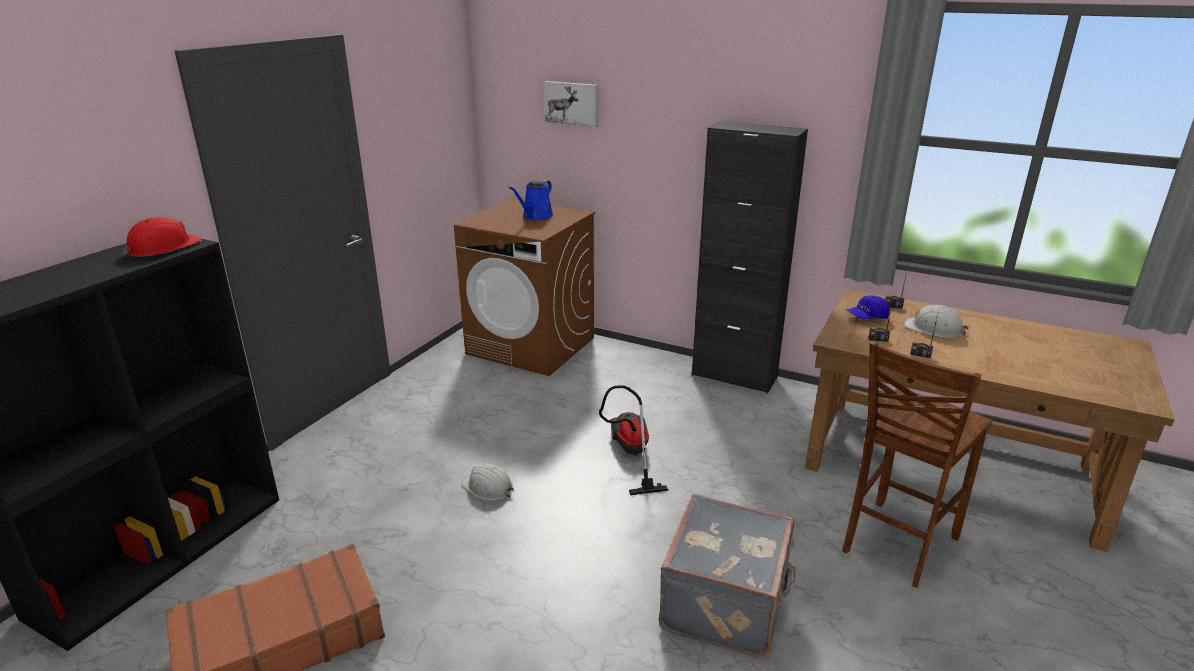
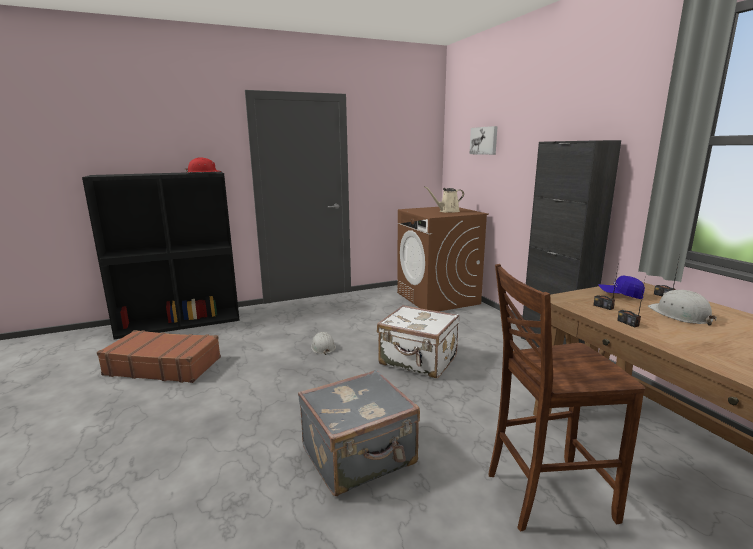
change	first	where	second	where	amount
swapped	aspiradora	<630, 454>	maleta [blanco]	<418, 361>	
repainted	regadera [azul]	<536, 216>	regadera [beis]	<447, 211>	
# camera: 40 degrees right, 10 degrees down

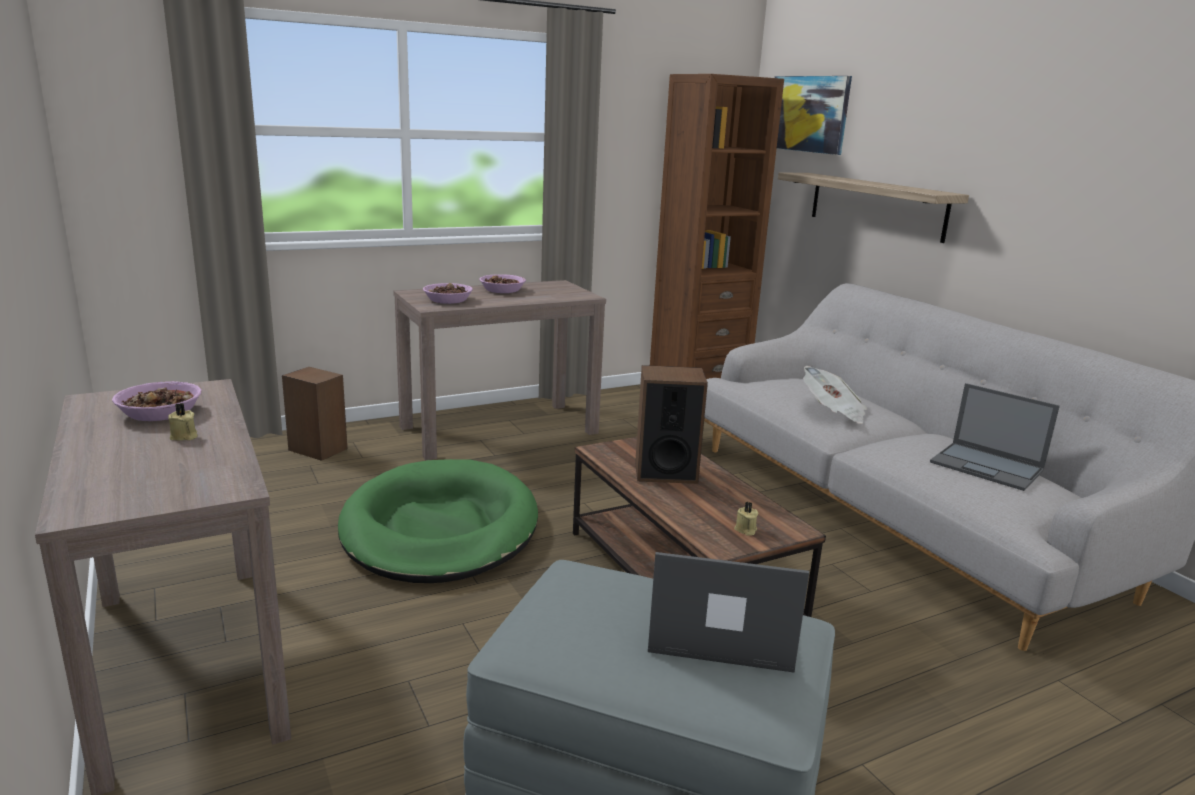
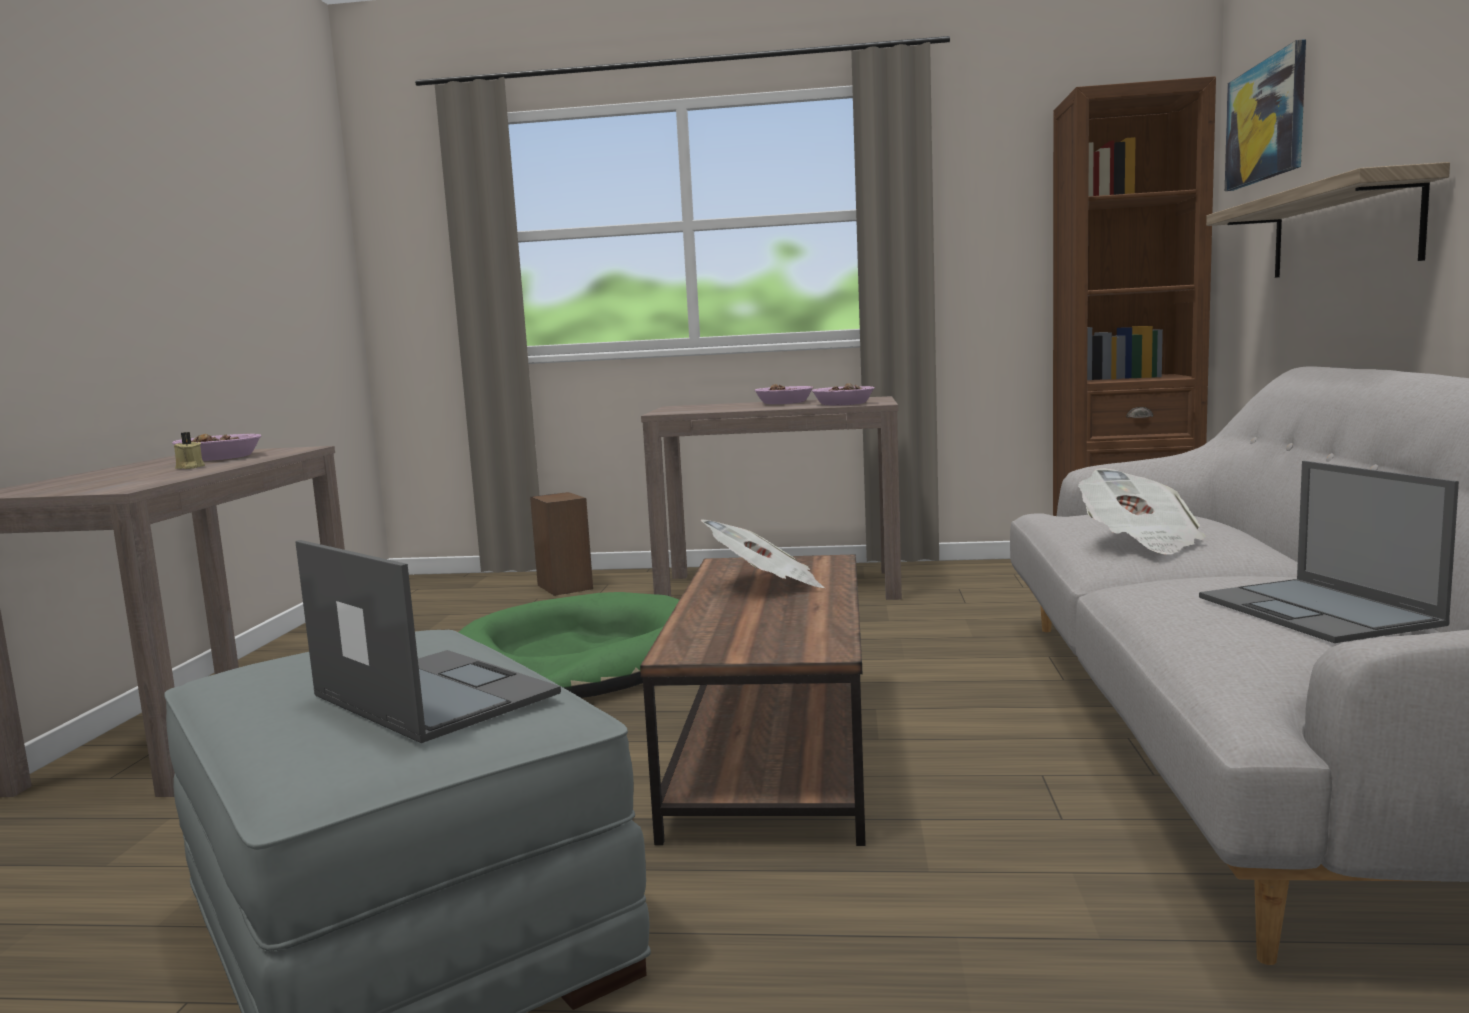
change	first	where	second	where	amount
gone	vela [beis]	<745, 530>			
shifted	cuenco	<447, 300>		<843, 404>	
swapped	altavoz	<665, 472>	periódico	<766, 585>	
# camera: 35 degrees right, 10 degrees down

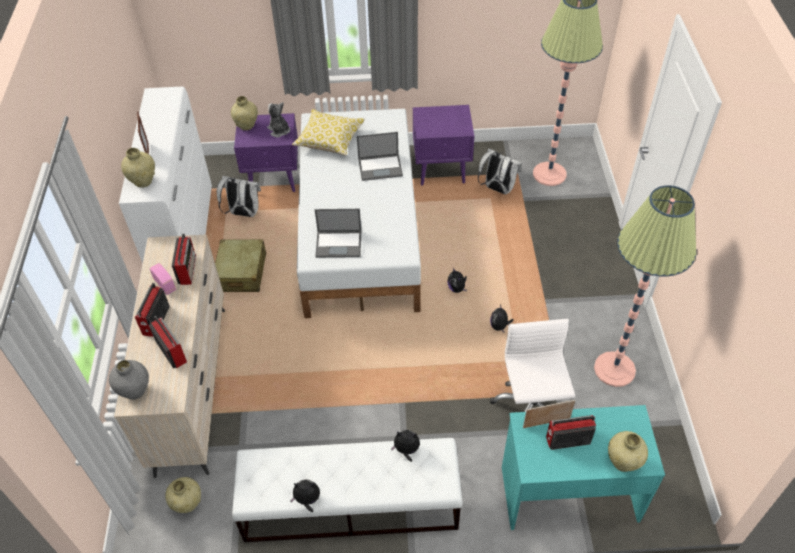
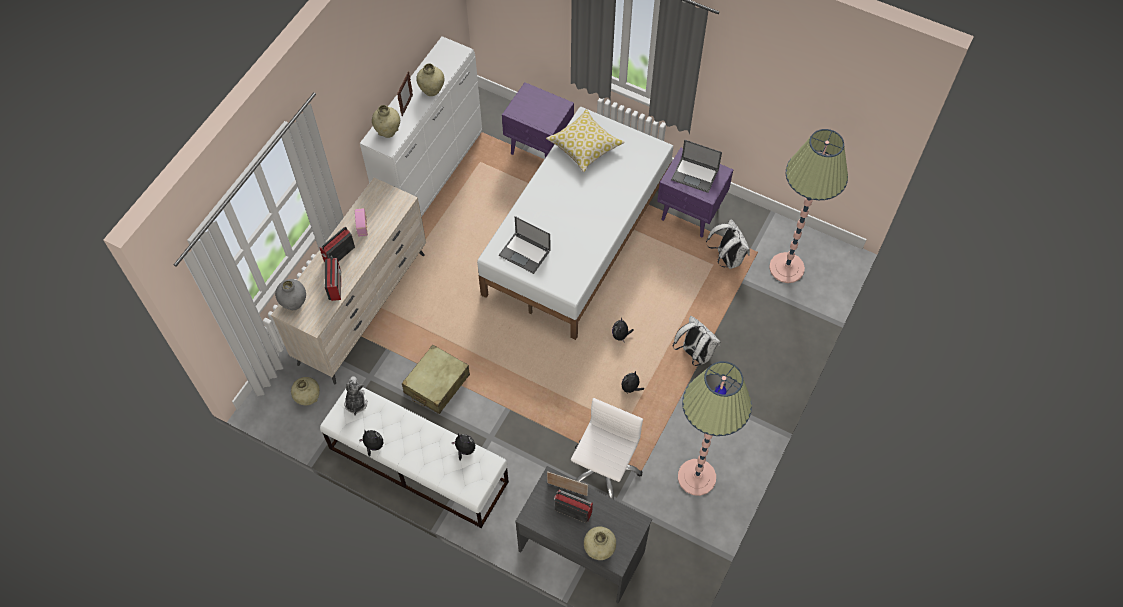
change	first	where	second	where	amount
gone	radio	<187, 269>			
shifted	maleta [beis]	<241, 273>		<436, 384>	
shifted	mochila [blanco]	<243, 213>		<694, 353>	
shifted	florero [beis]	<247, 125>		<432, 90>	
shifted	peluche	<279, 131>		<355, 402>	
shifted	portátil	<381, 167>		<695, 174>	
repainted	escritorio [turquesa]	<568, 492>	escritorio [gris]	<581, 550>	
# camera: 30 degrees right, 10 degrees up

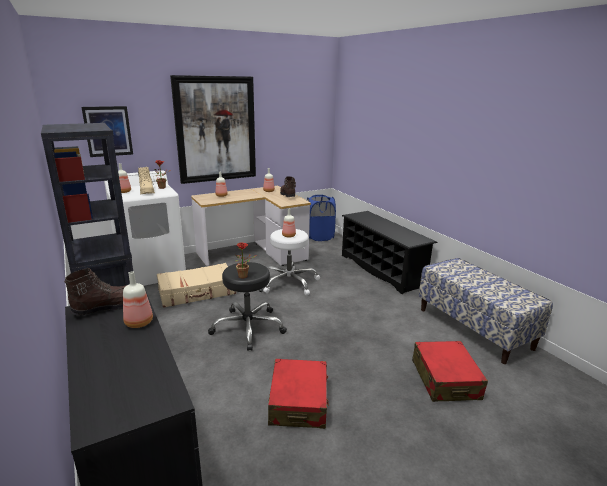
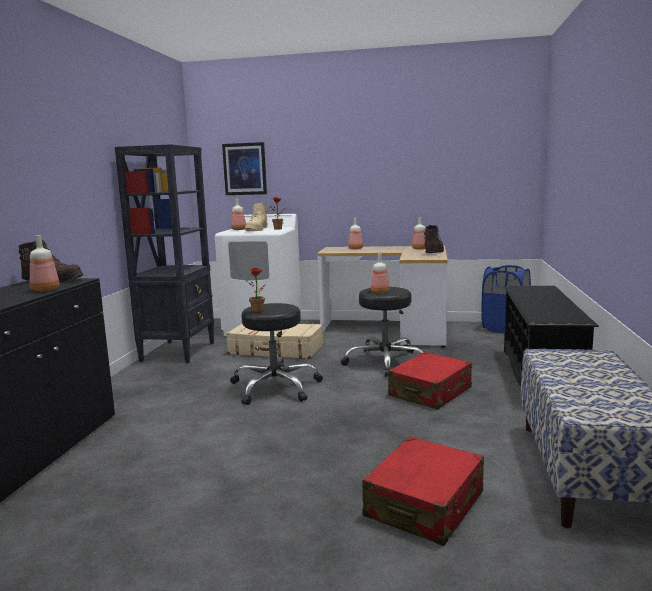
change	first	where	second	where	amount
gone	cuadro	<216, 129>			
shifted	maleta [rojo]	<298, 402>		<430, 392>	
repainted	taburete [blanco]	<289, 282>	taburete [negro]	<386, 362>	
# camera: 40 degrees right, 10 degrees down

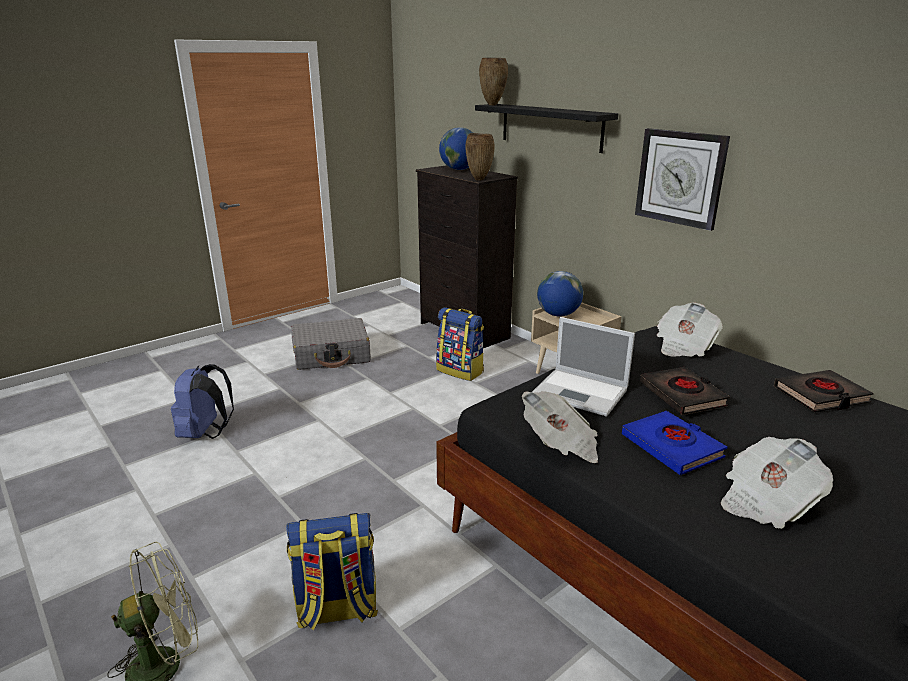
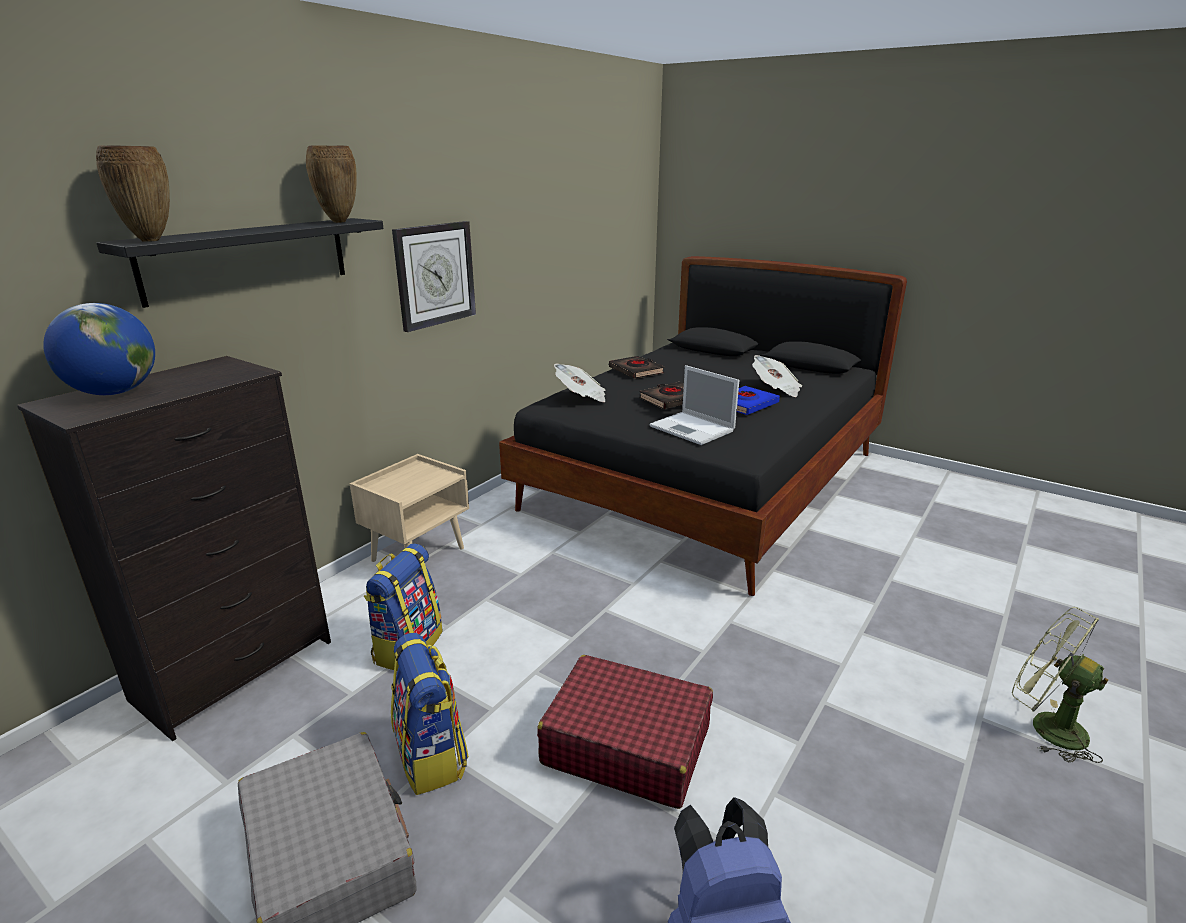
change	first	where	second	where	amount
gone	periódico	<560, 445>			
gone	globo terráqueo	<558, 314>			
new			maleta [rojo]	<626, 744>	
shifted	mochila	<337, 610>		<432, 756>	
shifted	florero [marrón]	<479, 180>		<338, 222>	
rotated	portátil	<581, 392>		<693, 429>	120 degrees clockwise
# camera: 105 degrees left, 0 degrees up

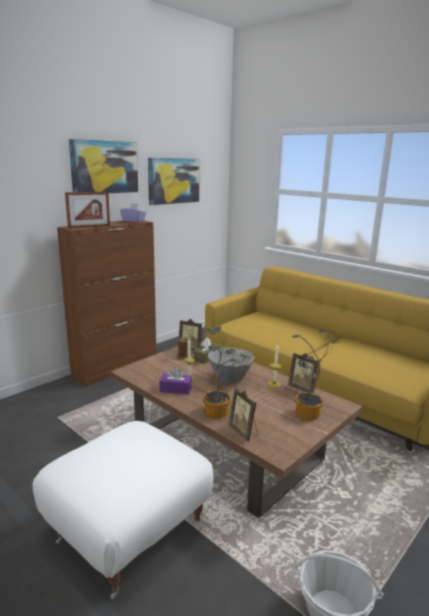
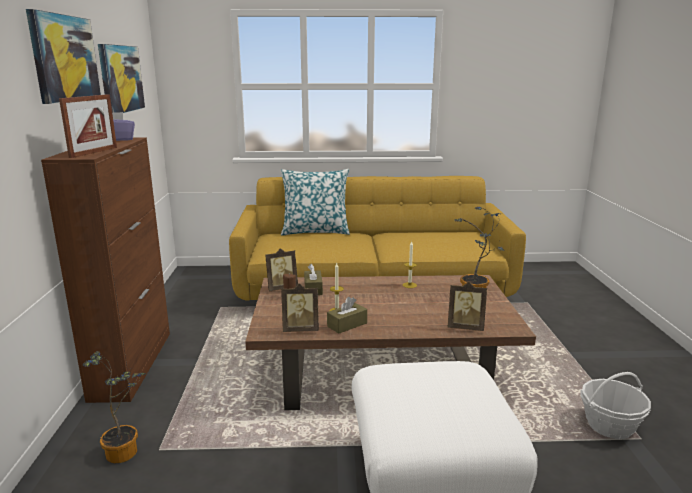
change	first	where	second	where	amount
gone	cuenco [gris]	<230, 379>			
new			cojín	<315, 231>	
shifted	planta en maceta	<220, 412>		<126, 450>	
shifted	portarretratos	<303, 389>		<300, 329>	
repainted	caja de pañuelos [morado]	<175, 389>	caja de pañuelos [marrón]	<347, 325>	
# camera: 45 degrees left, 0 degrees up

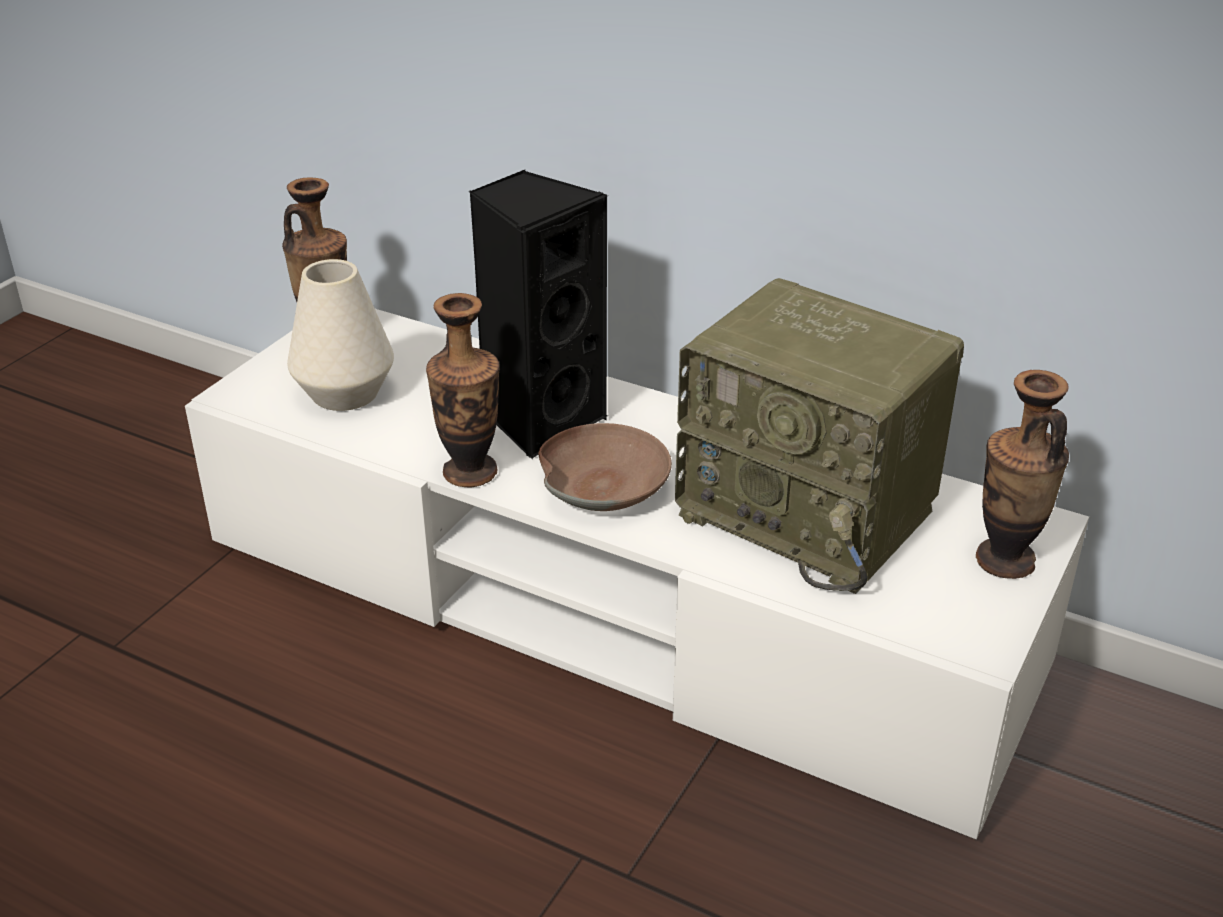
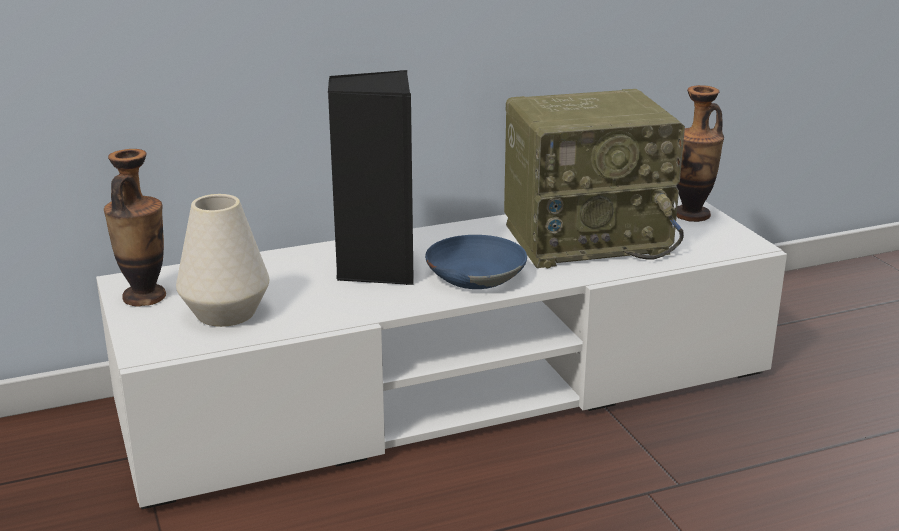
change	first	where	second	where	amount
gone	florero	<470, 472>			
repainted	cuenco [marrón]	<604, 485>	cuenco [azul]	<474, 275>	
# camera: 50 degrees left, 10 degrees down

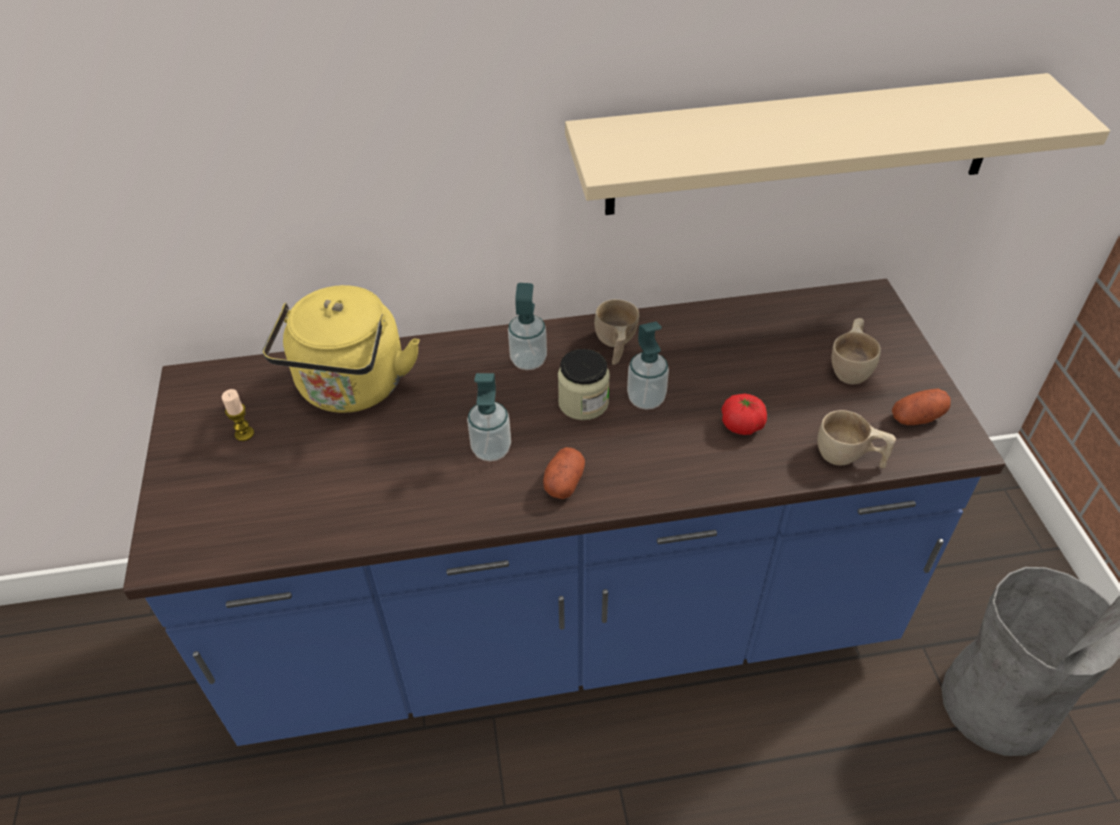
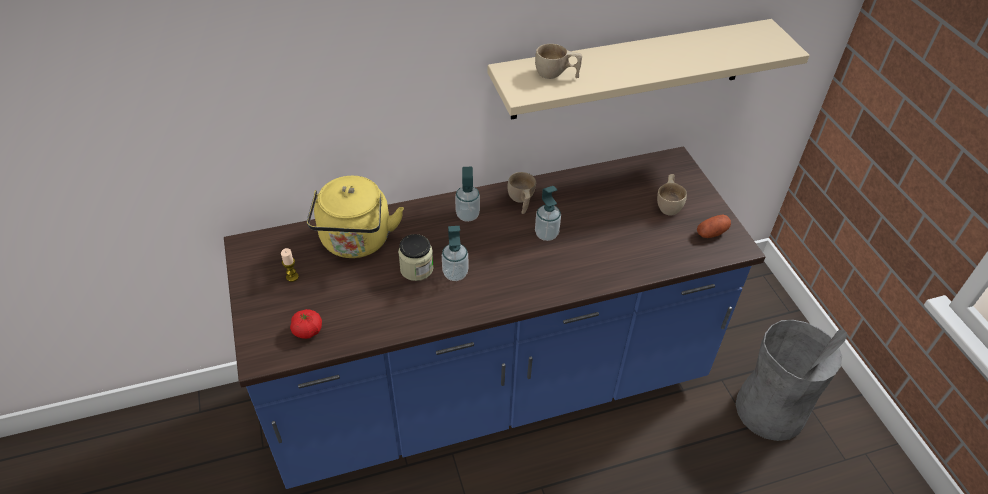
change	first	where	second	where	amount
gone	patata	<563, 482>			
shifted	tarro	<583, 403>		<416, 269>	
shifted	tomate	<741, 425>		<307, 330>	
shifted	taza [beis]	<849, 457>		<556, 75>	
# camera: 10 degrees left, 0 degrees up

